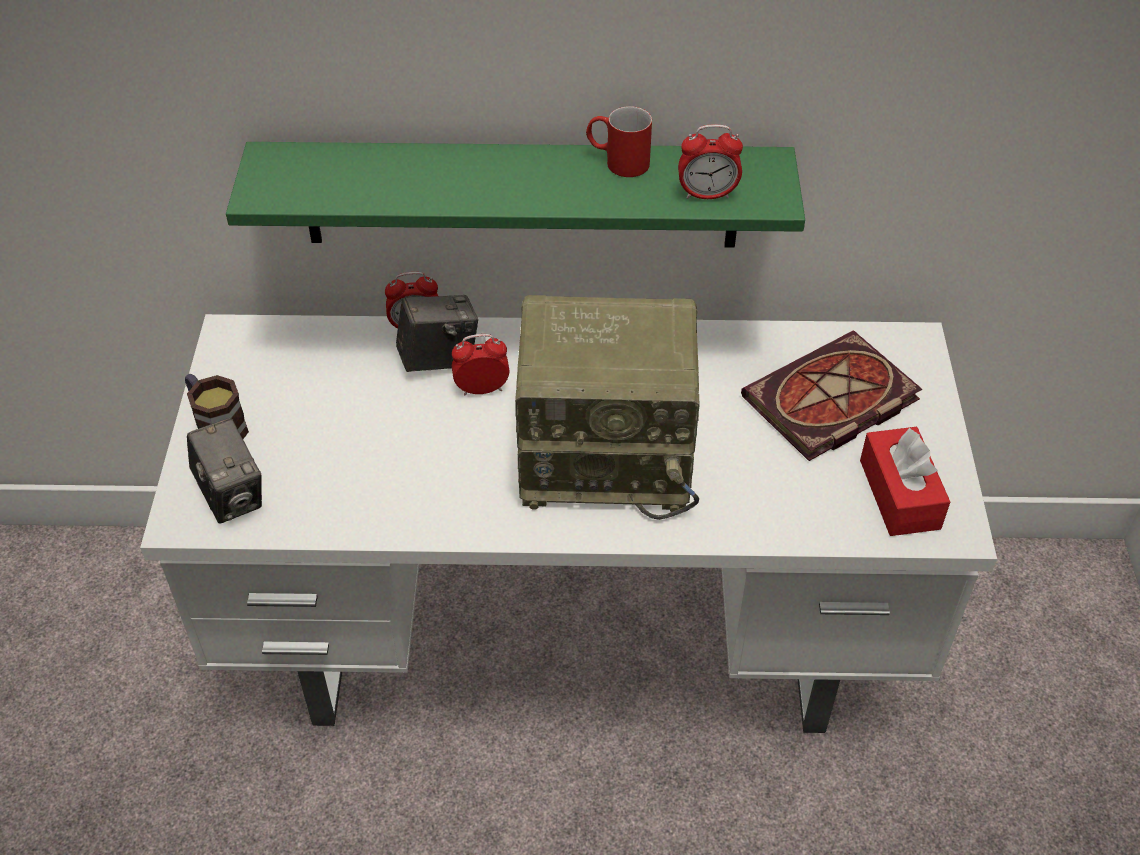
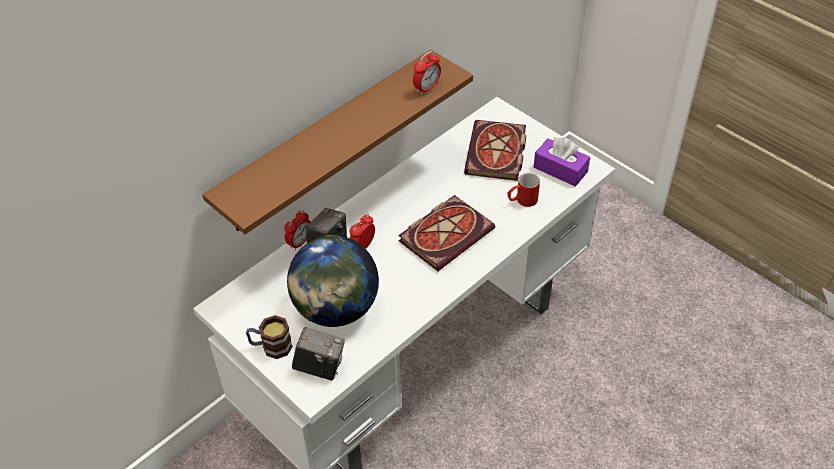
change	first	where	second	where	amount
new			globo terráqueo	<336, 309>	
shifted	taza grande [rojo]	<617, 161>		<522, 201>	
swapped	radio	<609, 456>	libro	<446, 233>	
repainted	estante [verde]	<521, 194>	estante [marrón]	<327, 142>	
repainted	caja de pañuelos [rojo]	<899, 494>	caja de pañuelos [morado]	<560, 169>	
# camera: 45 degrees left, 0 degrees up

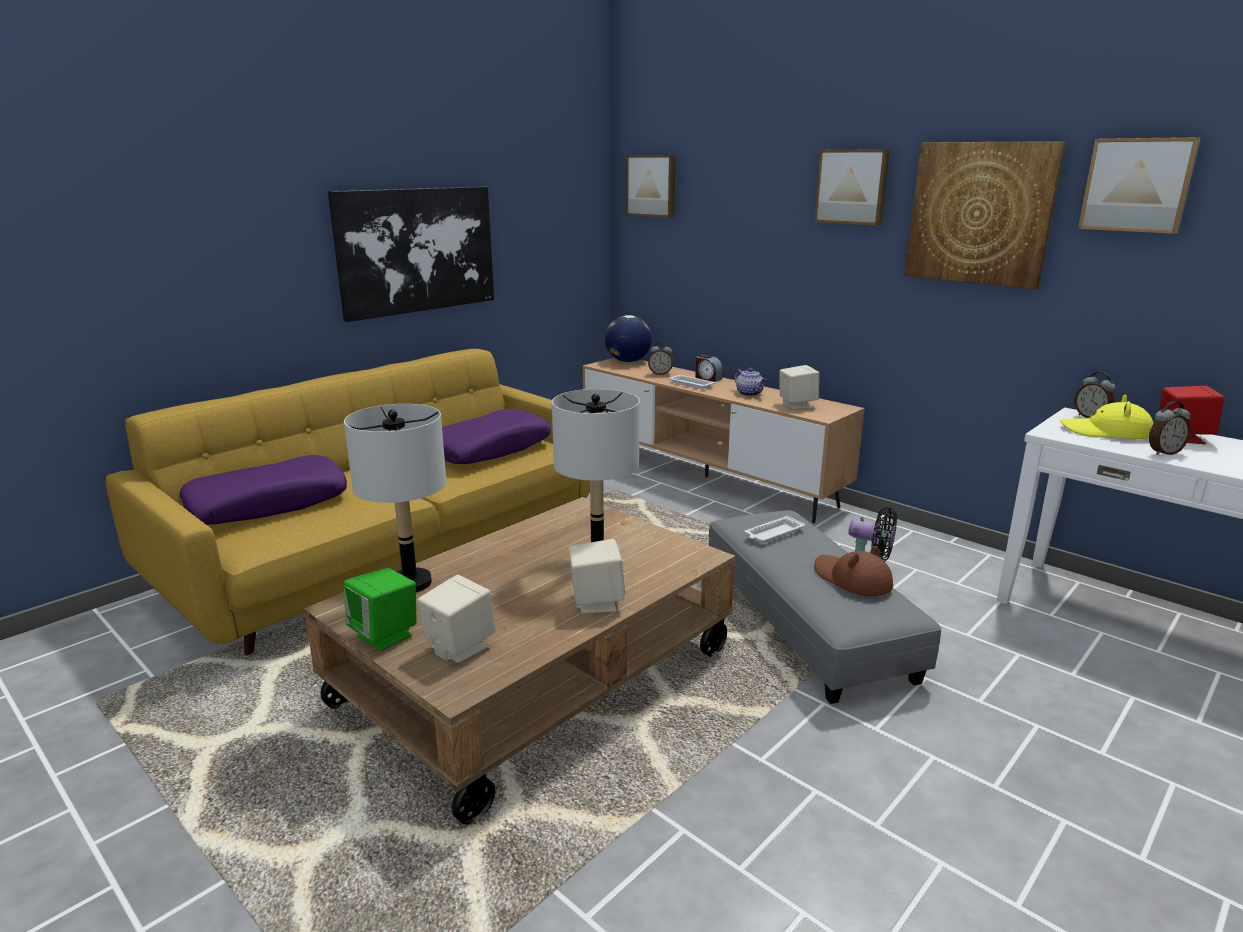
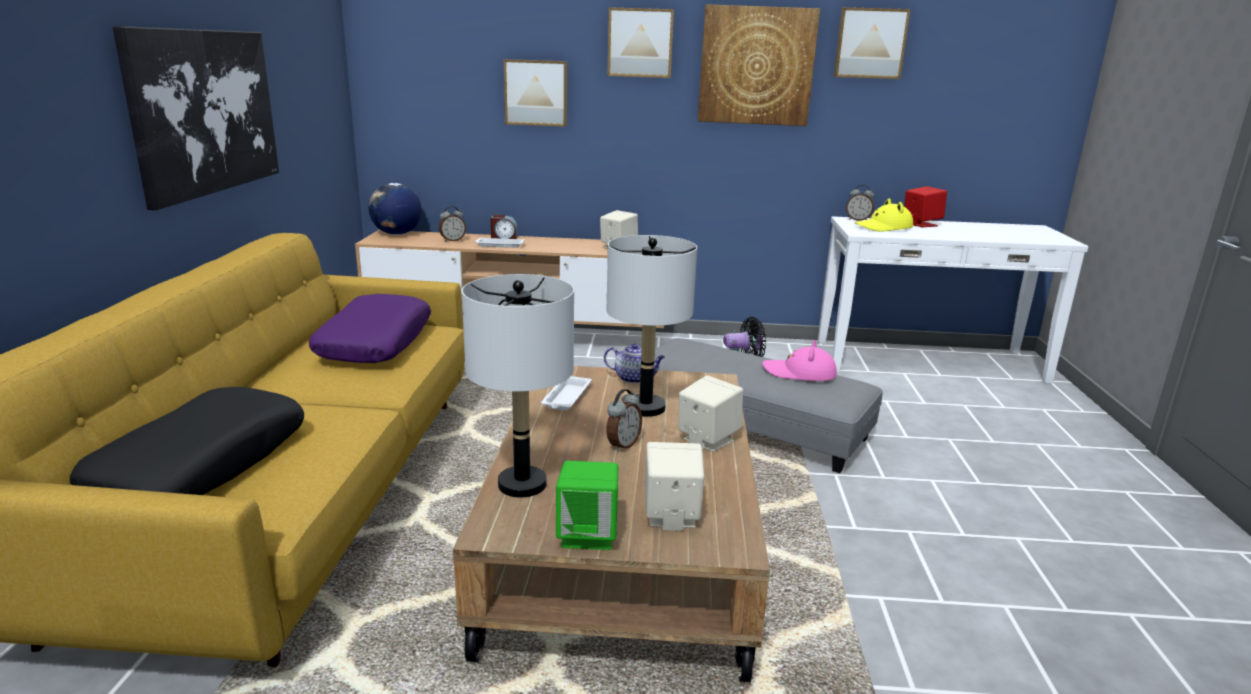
change	first	where	second	where	amount
shifted	cuadro	<652, 186>		<536, 92>	
shifted	tetera	<750, 394>		<634, 378>	
shifted	bandeja [blanco]	<773, 534>		<566, 398>	
shifted	despertador	<1163, 452>		<622, 445>	
repainted	cojín [morado]	<268, 504>	cojín [negro]	<201, 465>	
repainted	sombrero [marrón]	<852, 579>	sombrero [rosa]	<799, 373>	
# camera: 40 degrees left, 0 degrees up

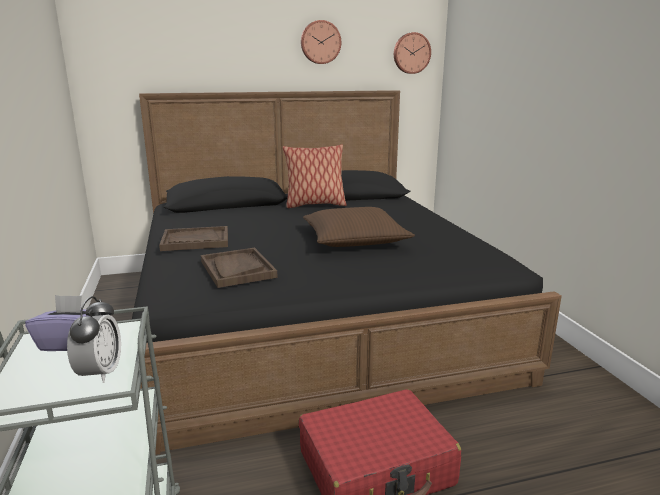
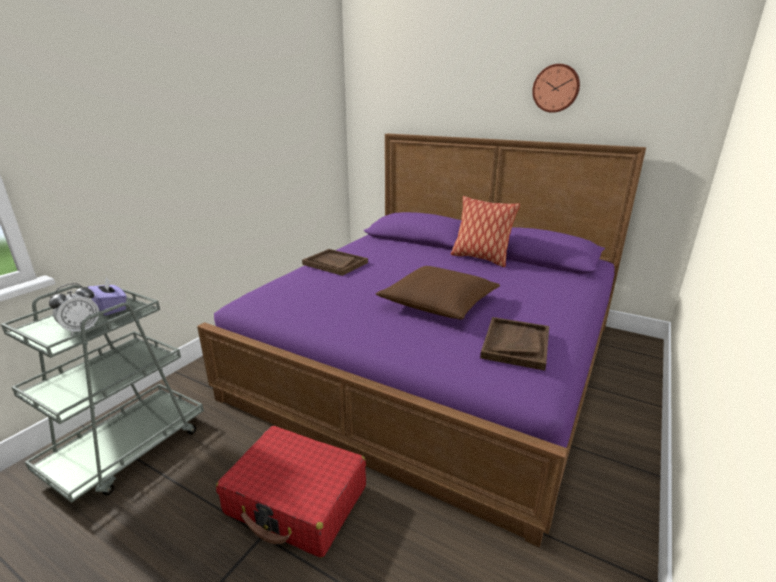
change	first	where	second	where	amount
gone	reloj de pared	<411, 53>			
shifted	bandeja [marrón]	<237, 269>		<515, 344>	
repainted	cama [negro]	<310, 315>	cama [morado]	<434, 358>	
# camera: 45 degrees right, 5 degrees up

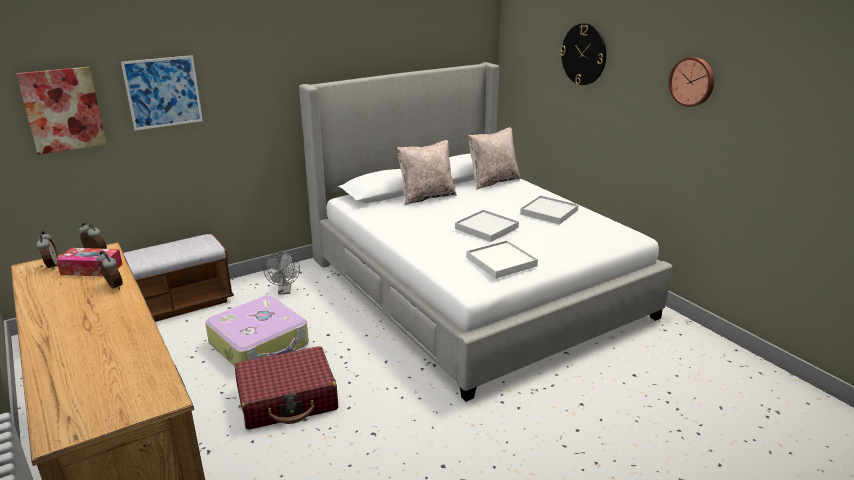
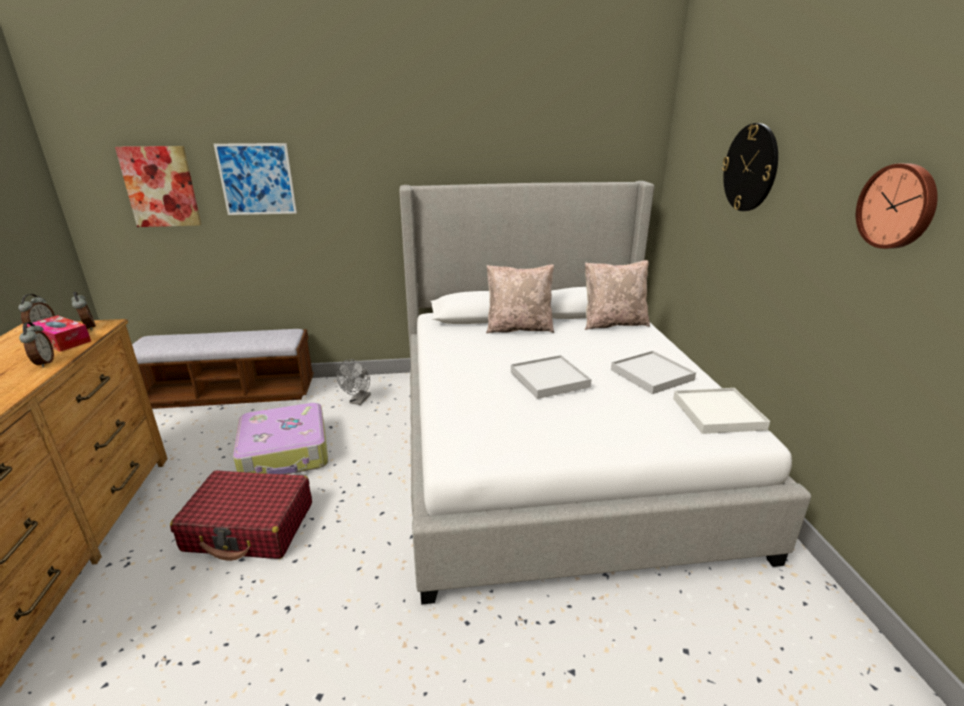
change	first	where	second	where	amount
shifted	bandeja [blanco]	<501, 262>		<718, 414>	
# camera: 25 degrees right, 0 degrees up

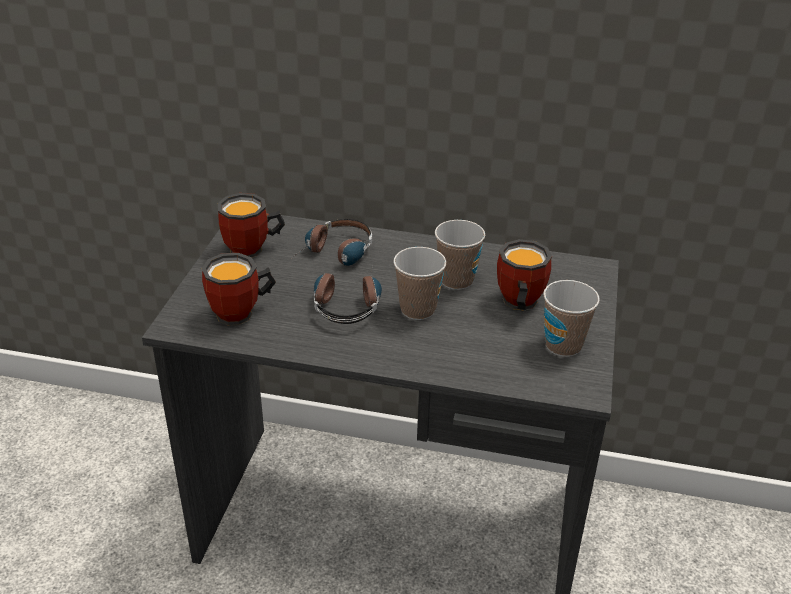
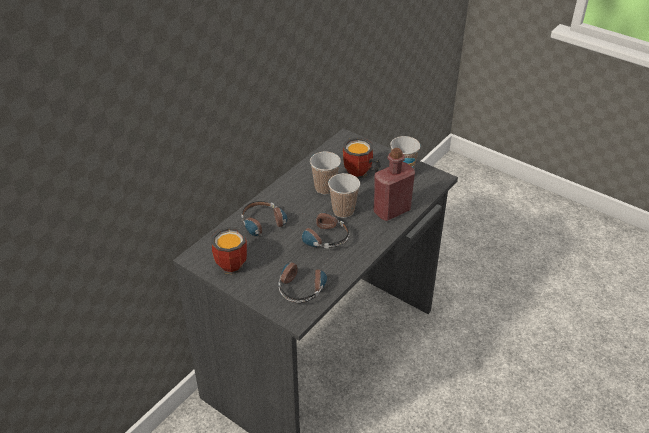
change	first	where	second	where	amount
new			botella [rojo]	<391, 211>	
swapped	taza grande	<242, 314>	auriculares	<303, 283>	
# camera: 65 degrees left, 5 degrees up

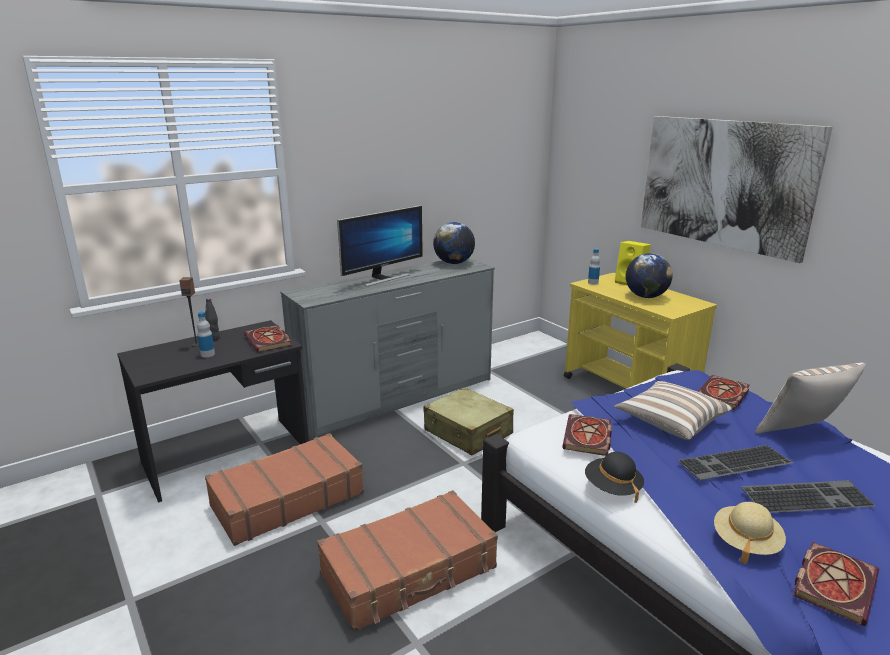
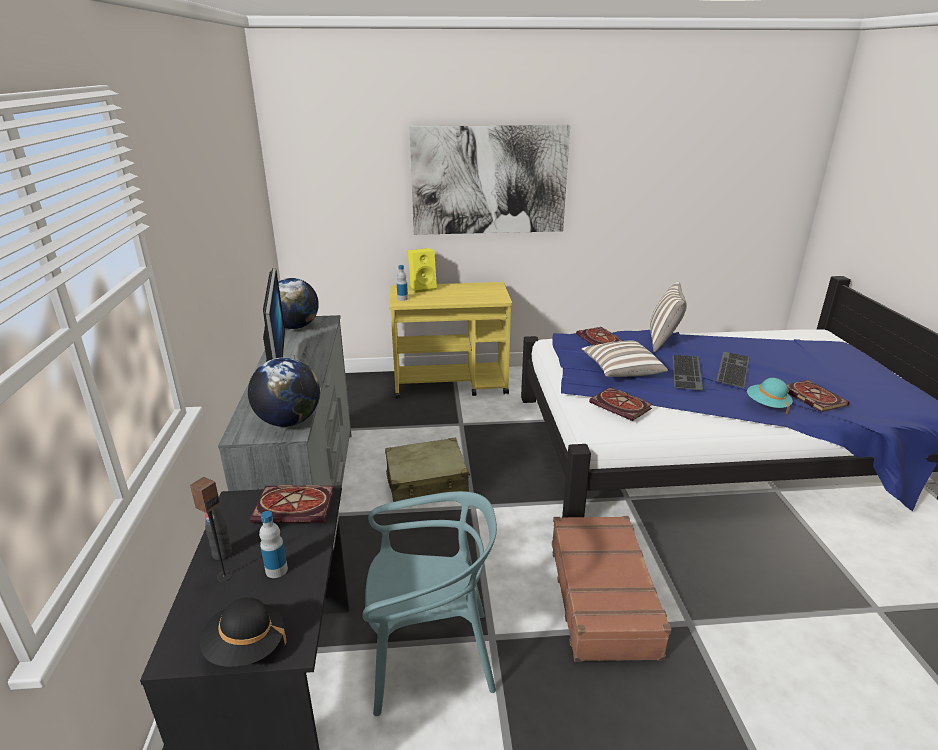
change	first	where	second	where	amount
shifted	sombrero [negro]	<612, 488>		<245, 647>	
shifted	globo terráqueo	<646, 296>		<288, 421>	
swapped	maleta [marrón]	<287, 499>	silla [turquesa]	<430, 656>	
repainted	sombrero [beis]	<745, 542>	sombrero [turquesa]	<767, 405>	
# camera: 60 degrees left, 5 degrees up

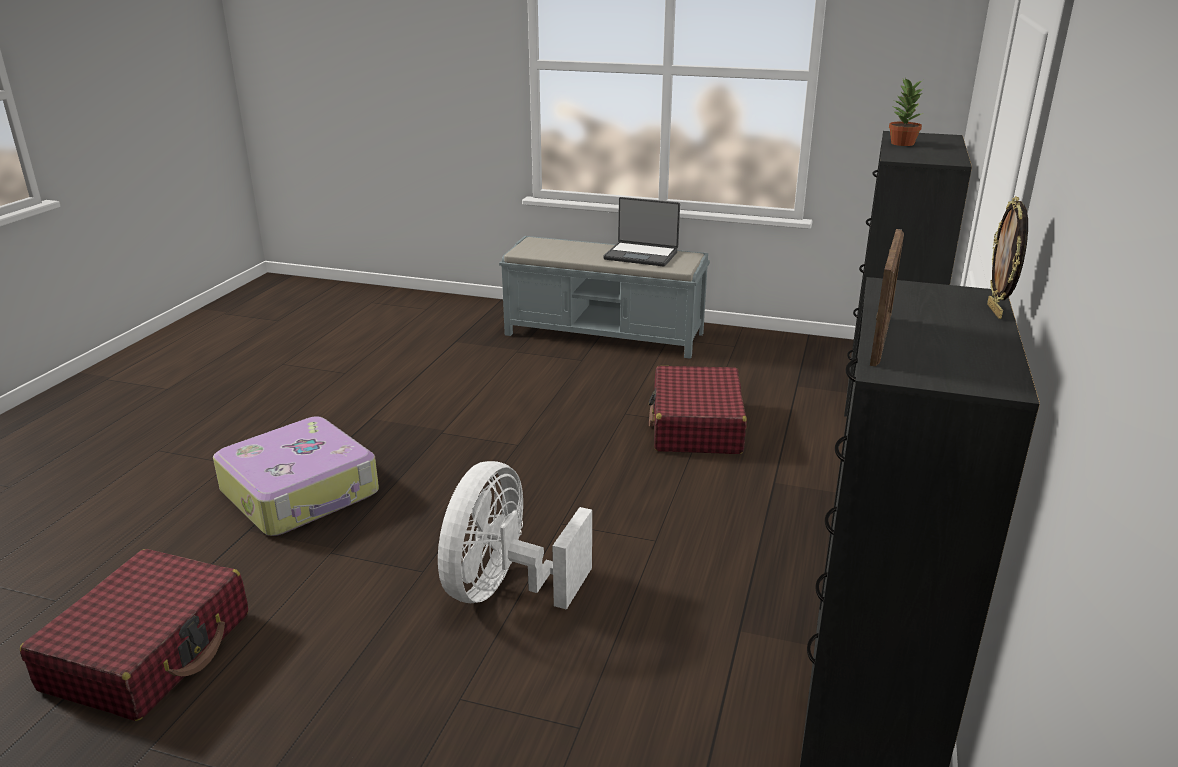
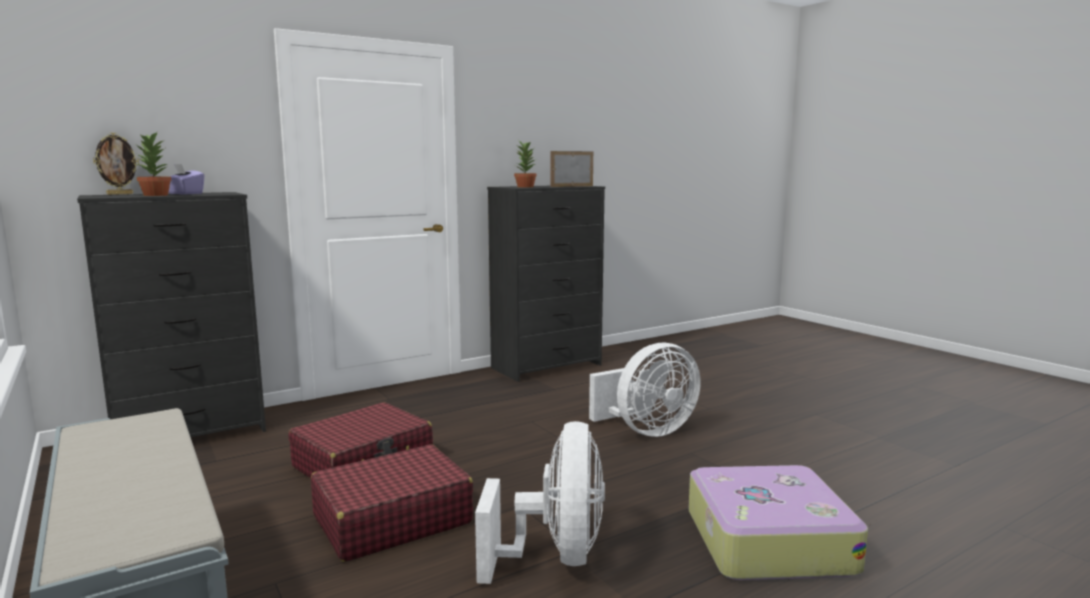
change	first	where	second	where	amount
gone	portátil	<641, 255>			
new			caja de pañuelos [morado]	<184, 194>	
new			ventilador [blanco]	<556, 557>	
new			planta en maceta	<525, 187>	
shifted	maleta [rojo]	<149, 651>		<391, 519>	
shifted	portarretratos	<996, 311>		<120, 194>	
# camera: 140 degrees left, 15 degrees down

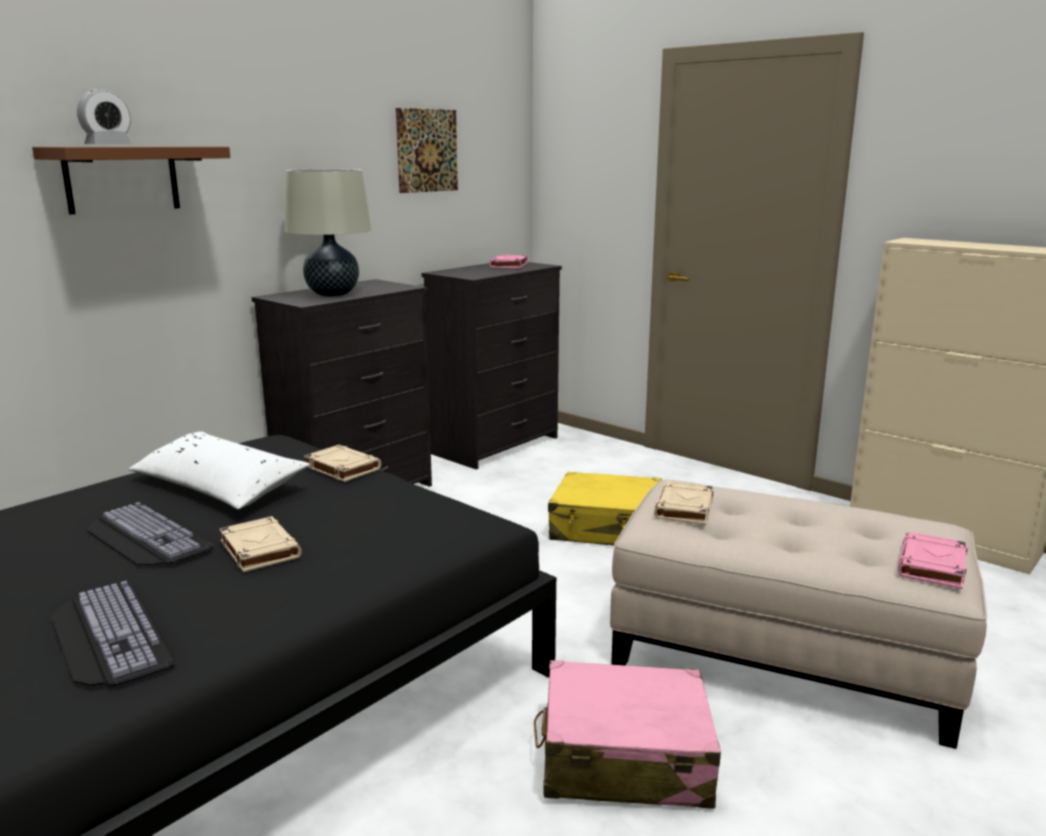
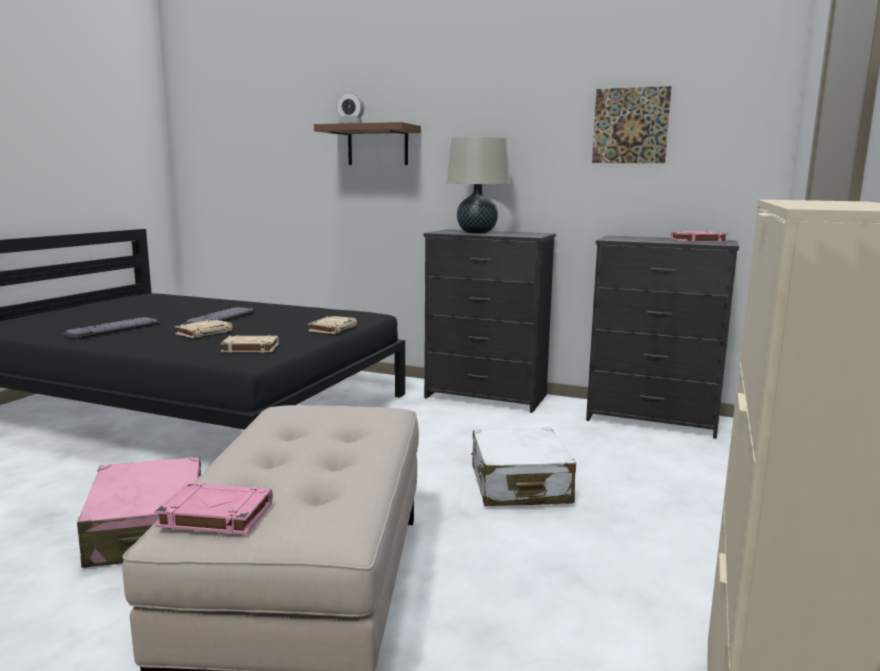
change	first	where	second	where	amount
gone	cojín [blanco]	<219, 487>			
shifted	libro [beis]	<684, 508>		<249, 348>	
repainted	maleta [amarillo]	<606, 528>	maleta [blanco]	<519, 485>	
# camera: 70 degrees right, 5 degrees down

